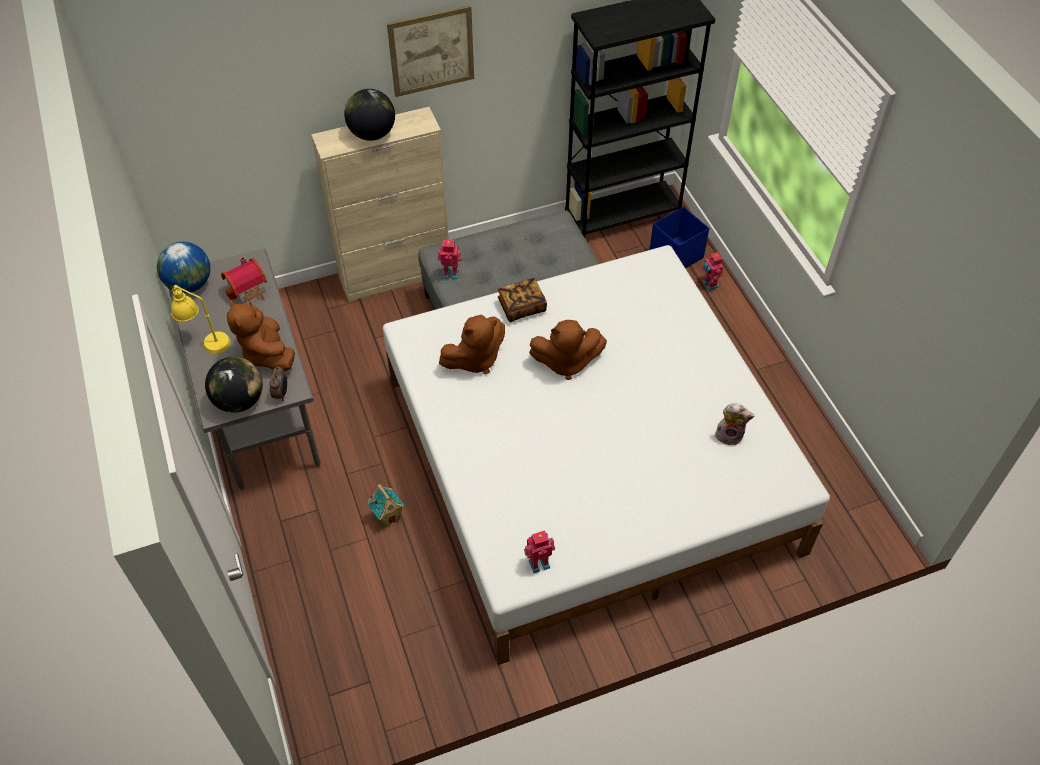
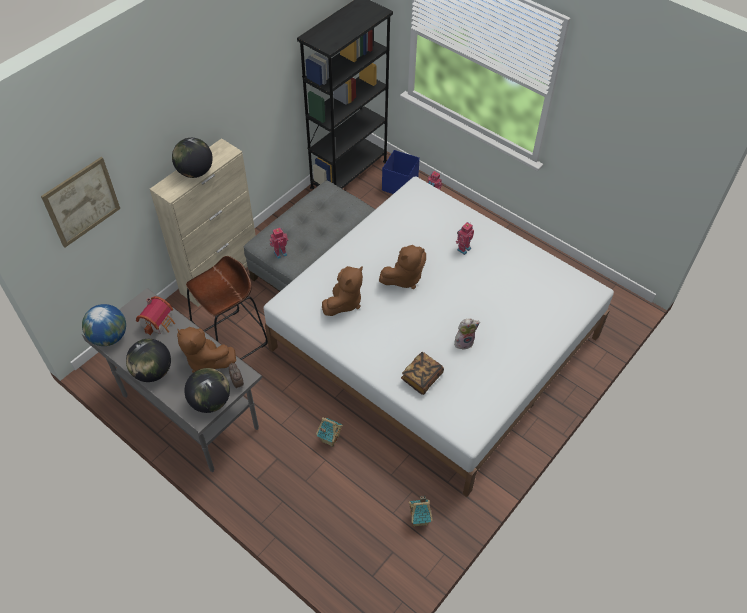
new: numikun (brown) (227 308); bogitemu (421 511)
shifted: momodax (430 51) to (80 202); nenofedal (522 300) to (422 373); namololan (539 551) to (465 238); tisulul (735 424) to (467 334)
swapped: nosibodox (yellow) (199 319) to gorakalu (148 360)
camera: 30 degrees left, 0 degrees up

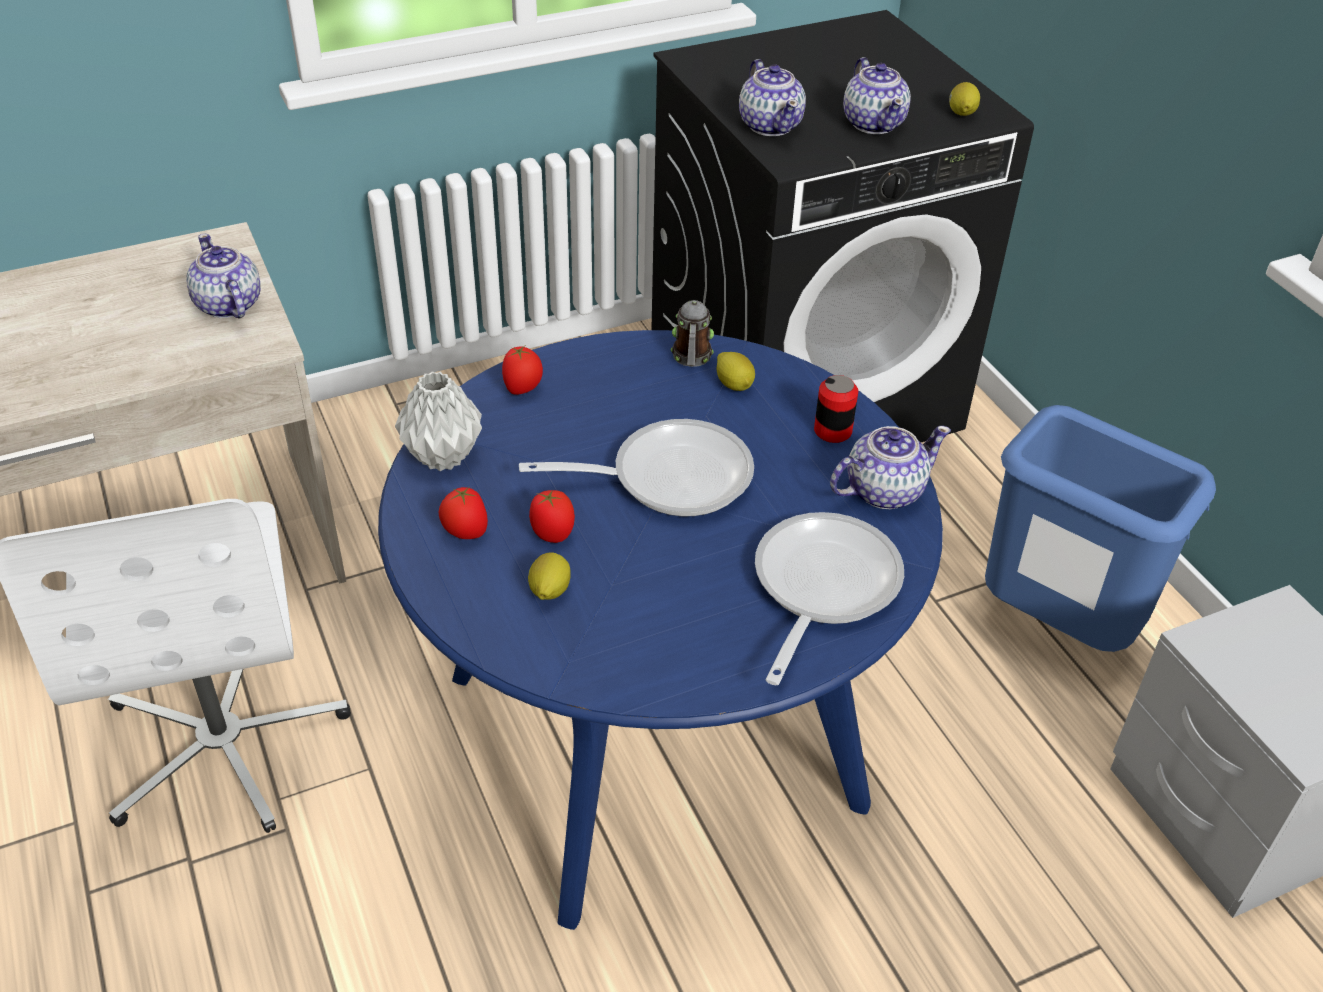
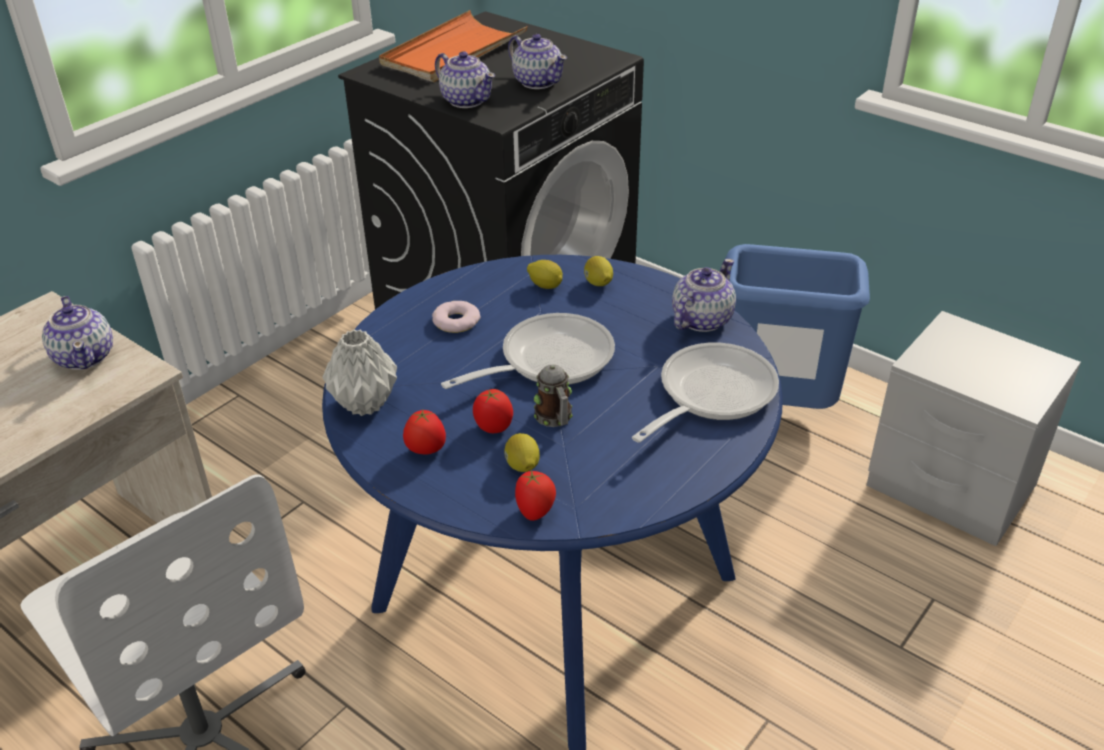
gone: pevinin (836 409)
new: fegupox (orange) (453 46); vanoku (456 317)
shifted: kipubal (522 370) to (535 495); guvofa (692 333) to (553 395); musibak (964 99) to (598 271)
rotated: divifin (223 276) = (77 333) 150 degrees counterclockwise; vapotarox (829 598) = (705 393) 45 degrees clockwise
camera: 25 degrees left, 5 degrees down

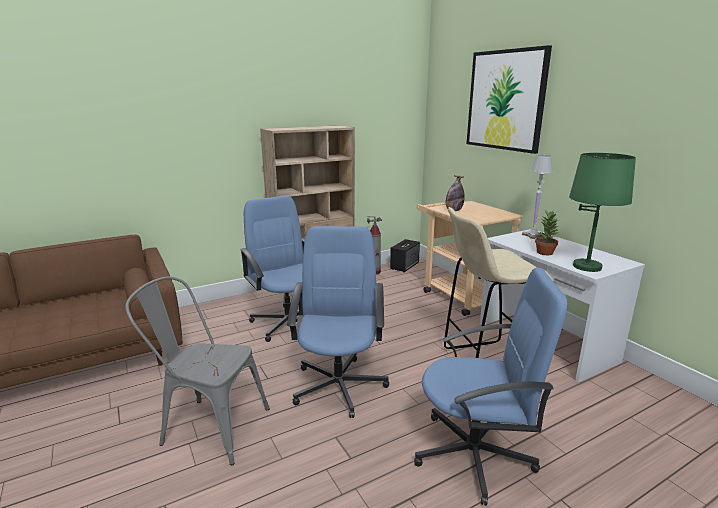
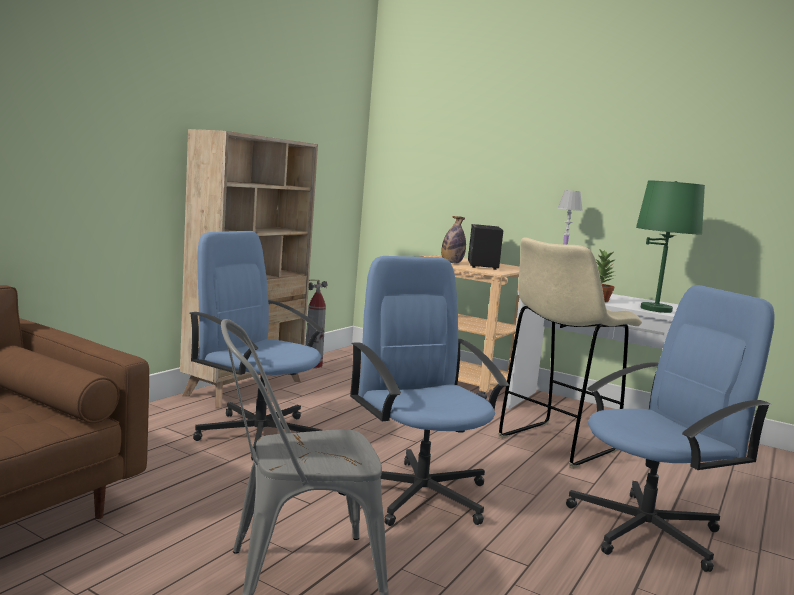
gone: momodax (509 99)
shifted: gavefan (405 255) to (485 247)
camera: 30 degrees left, 10 degrees down

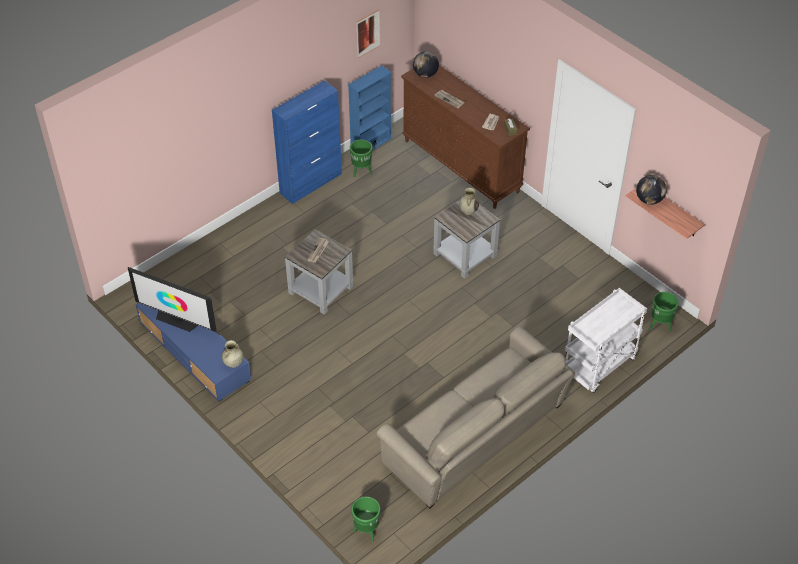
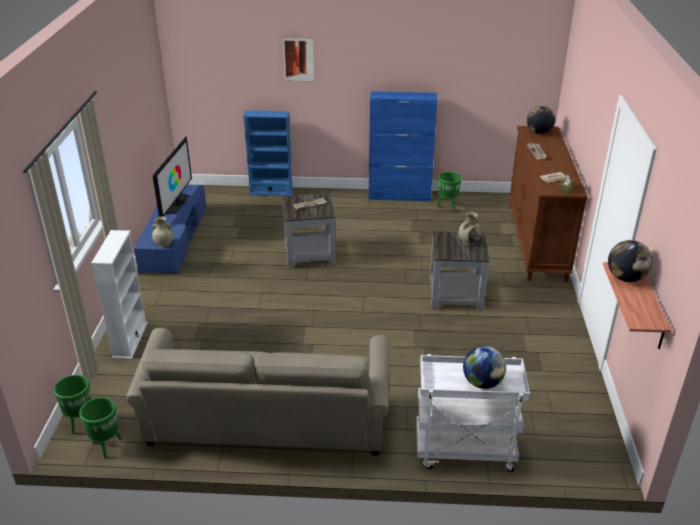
new: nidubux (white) (119 294); gorakalu (484 367)
shifted: nidubux (blue) (370 107) to (268 153); momodax (368 33) to (298 59); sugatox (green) (664 311) to (100 428)
rotated: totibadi (172 299) = (172 176) 150 degrees counterclockwise
camera: 45 degrees right, 15 degrees down

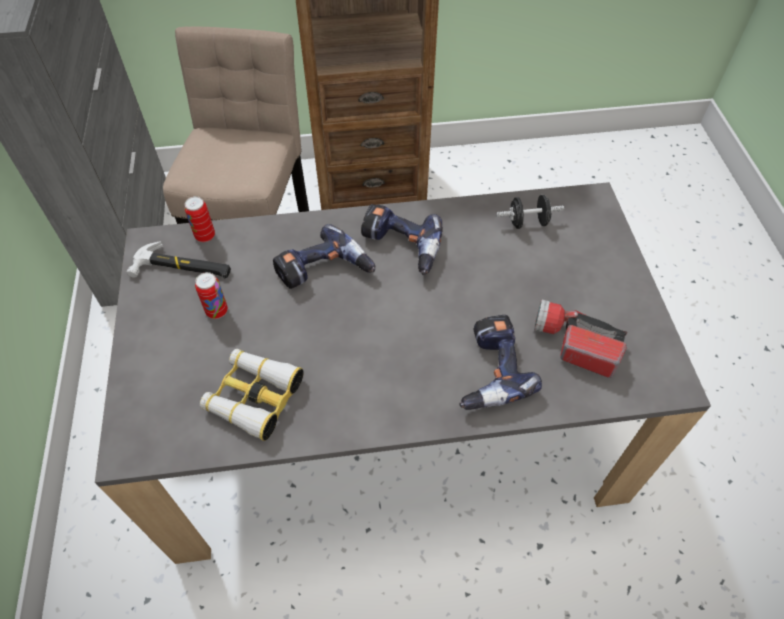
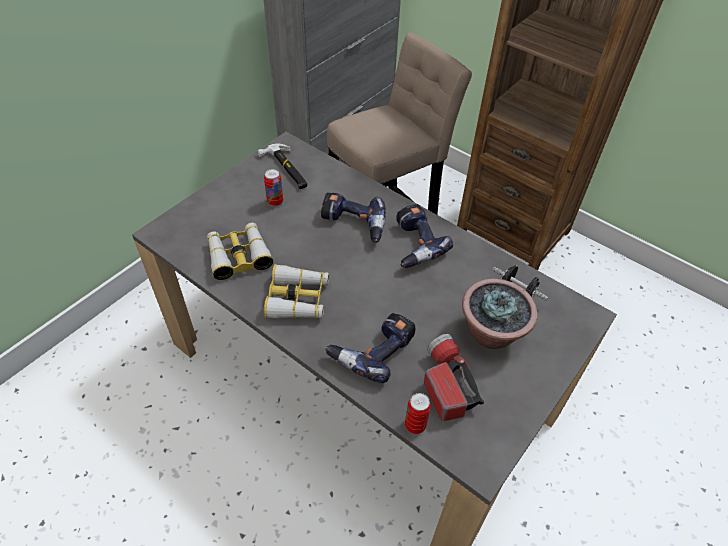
new: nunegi (296 291); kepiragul (499 313)
shifted: pevinin (200 219) to (418 413)
camera: 45 degrees right, 5 degrees down

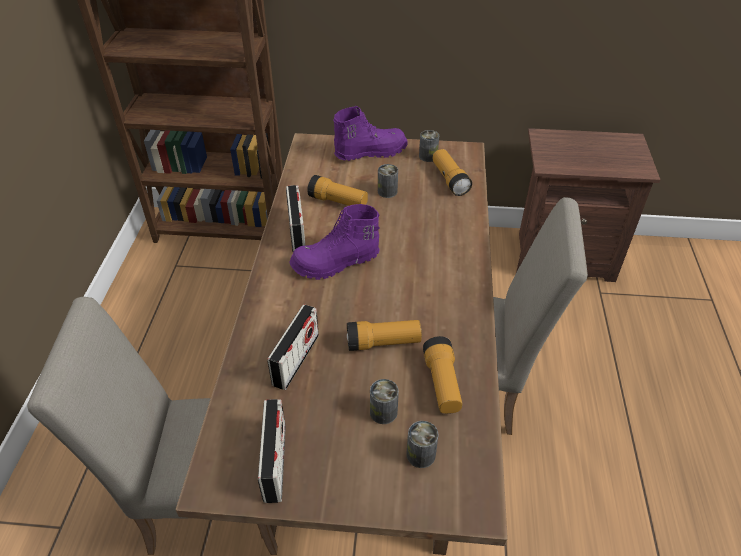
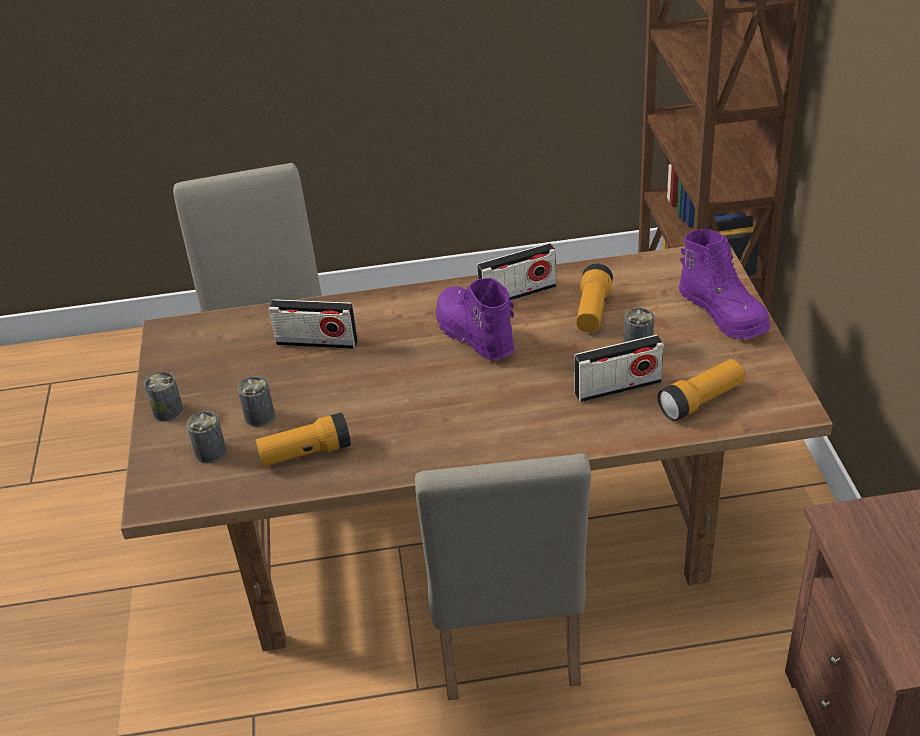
gone: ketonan (384 335)
shifted: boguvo (272 451) to (619 368); pevinin (429 146) to (163 397)
camera: 80 degrees right, 5 degrees down

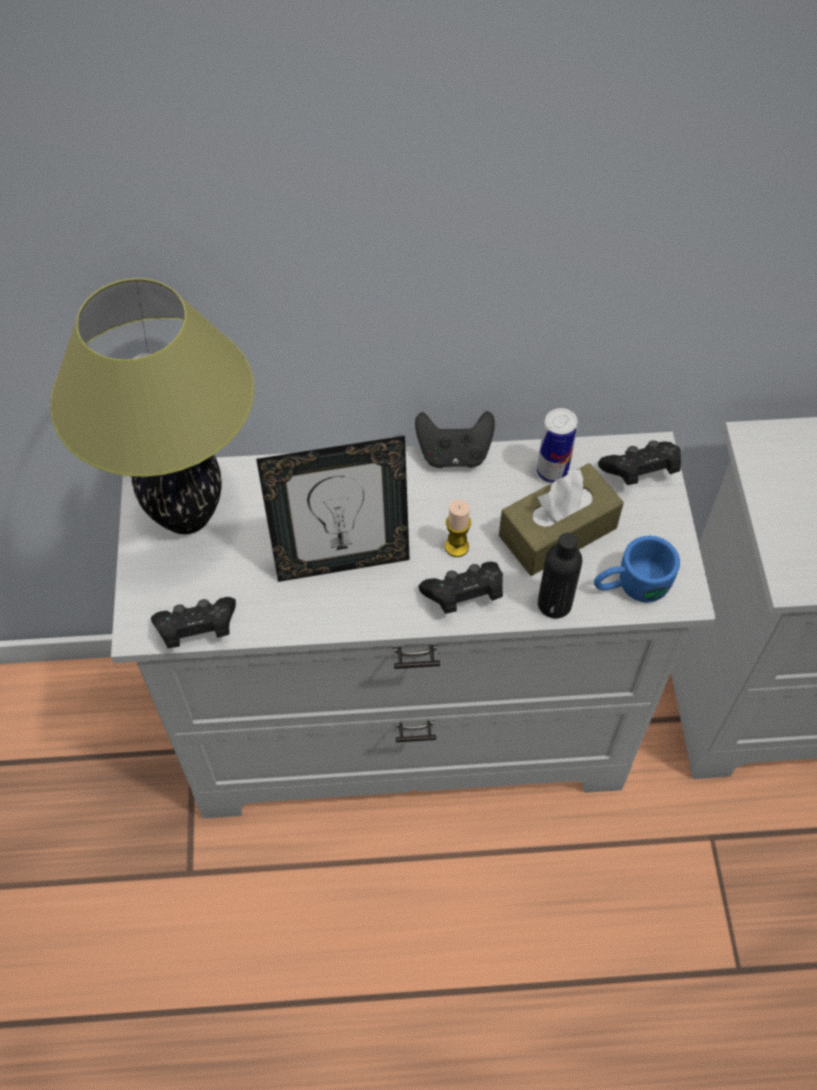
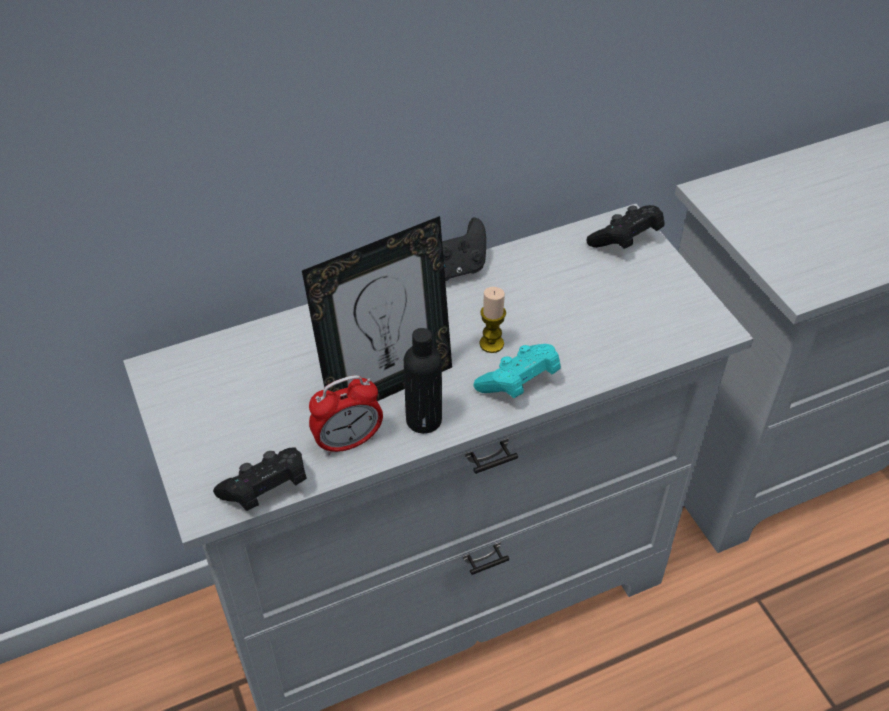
gone: nosibodox (152 406); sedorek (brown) (561 519); pevinin (557 445); guvofa (blue) (637 569)
new: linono (346 415)
shifted: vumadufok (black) (560 575) to (423 381)
repainted: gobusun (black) (460 587) to gobusun (turquoise) (517 371)
camera: 20 degrees left, 10 degrees down

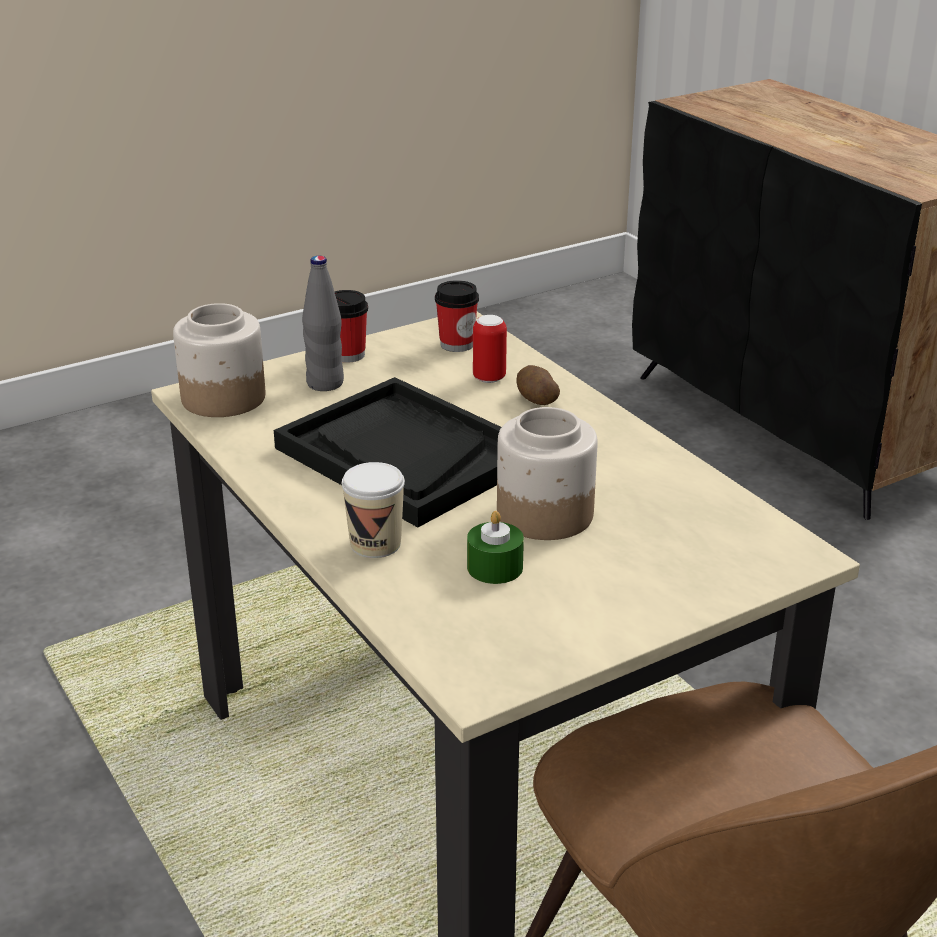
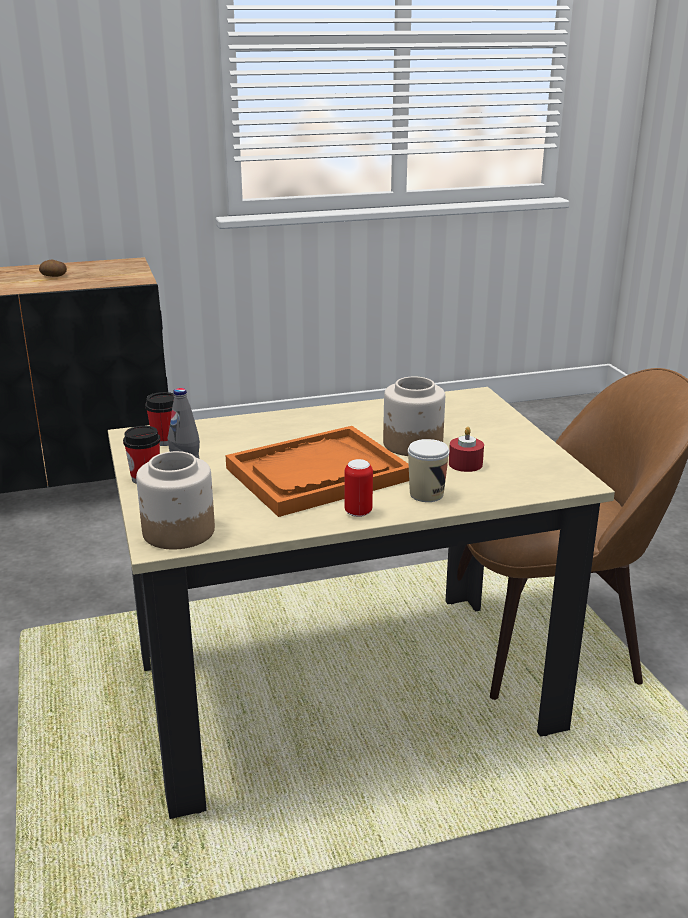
shifted: pevinin (490 349) to (359 488); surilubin (538 385) to (53 268)
repainted: fegupox (black) (387 452) to fegupox (orange) (317 471); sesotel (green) (495 547) to sesotel (red) (466 449)
camera: 75 degrees left, 5 degrees down

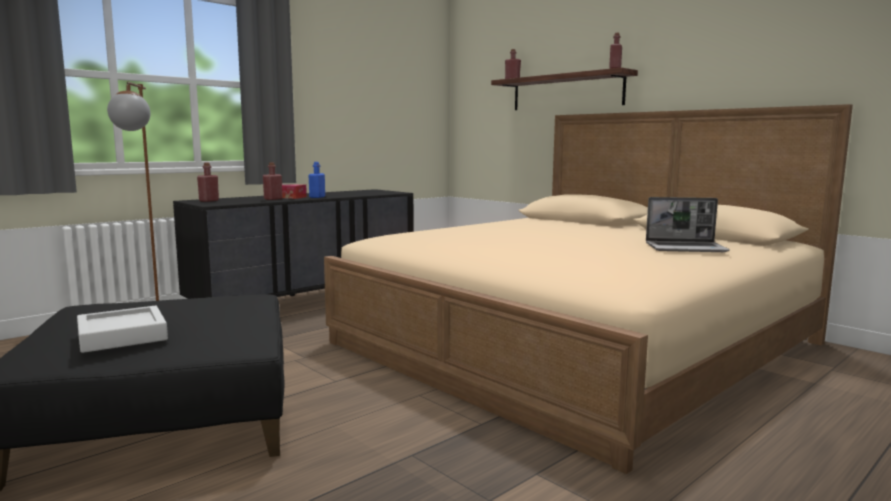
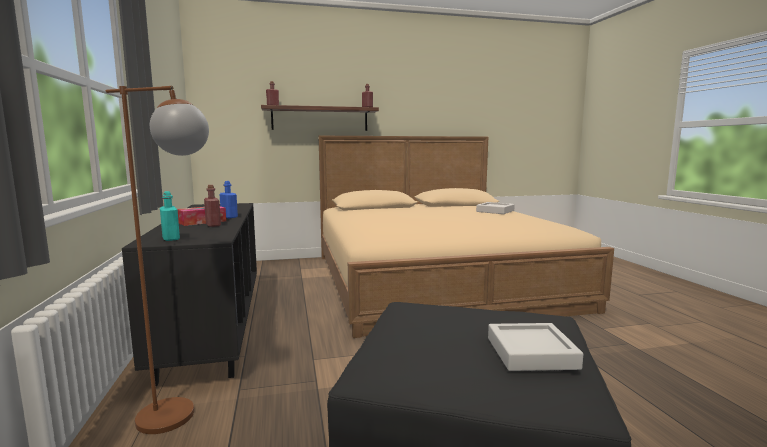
swapped: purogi (688 224) to fegupox (grey) (495 208)
repainted: vumadufok (red) (208 182) to vumadufok (turquoise) (170 216)
camera: 60 degrees left, 0 degrees up

